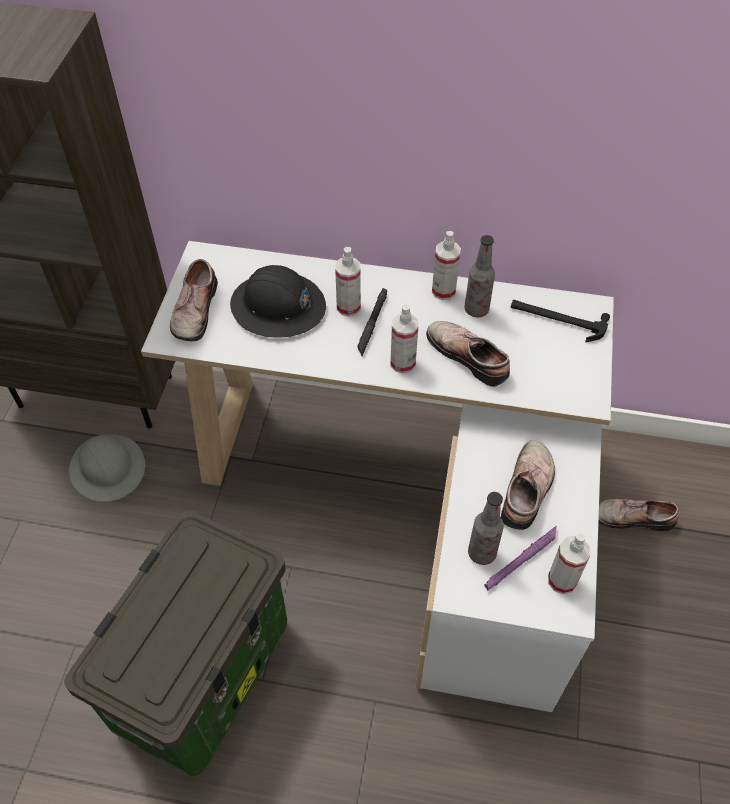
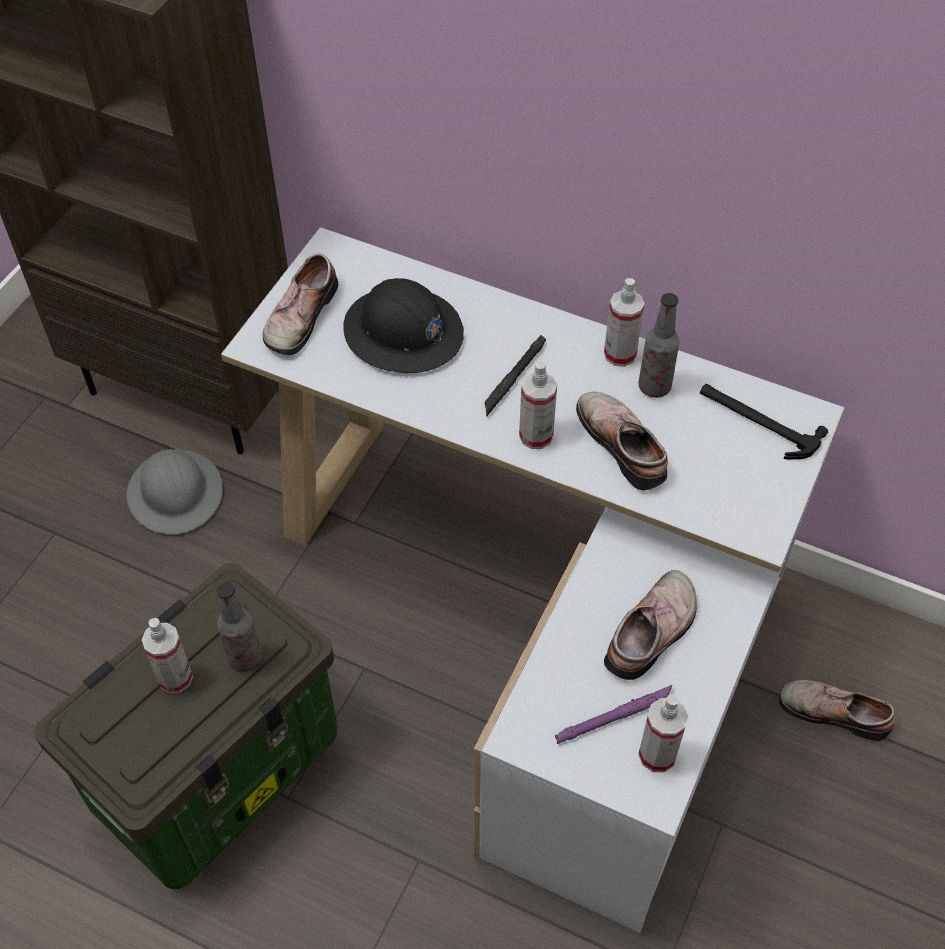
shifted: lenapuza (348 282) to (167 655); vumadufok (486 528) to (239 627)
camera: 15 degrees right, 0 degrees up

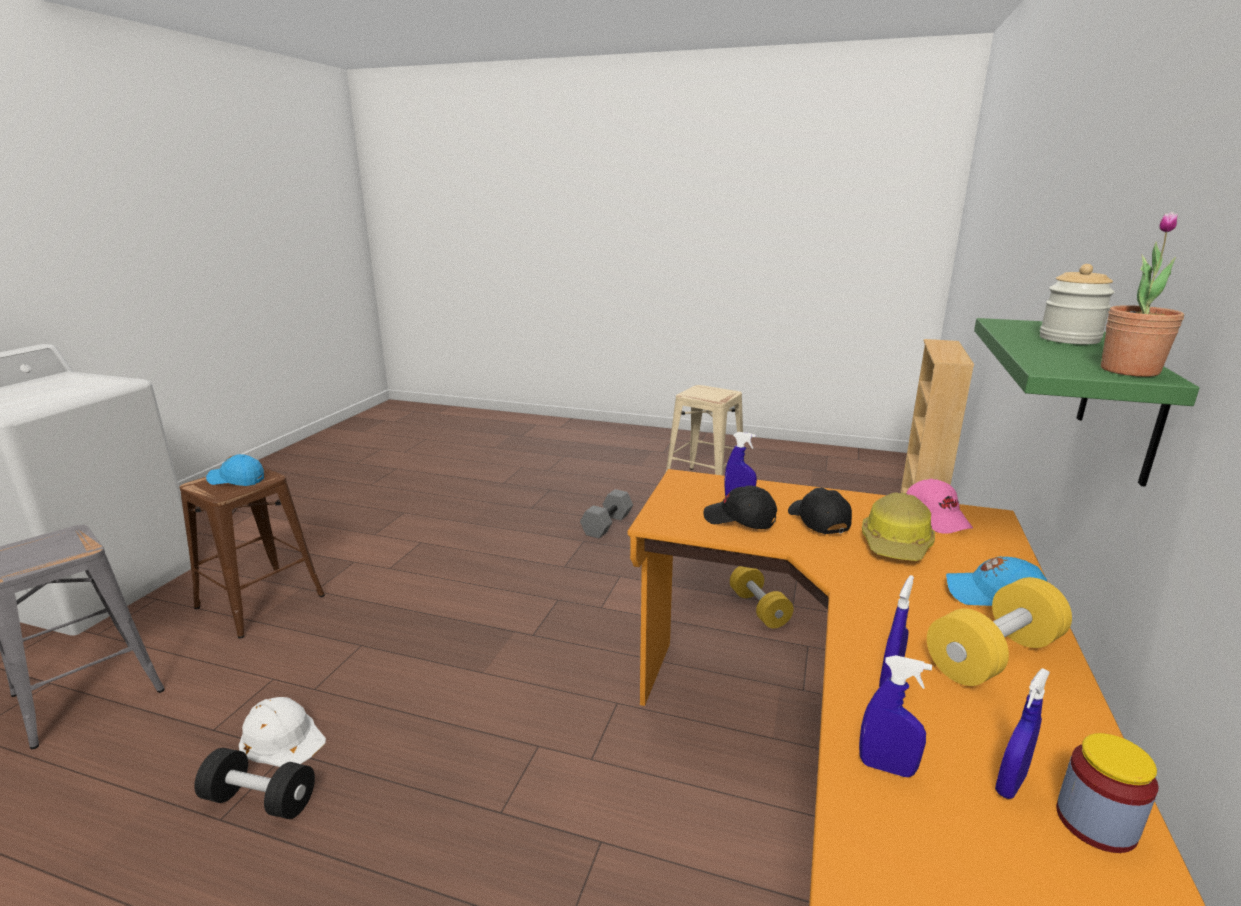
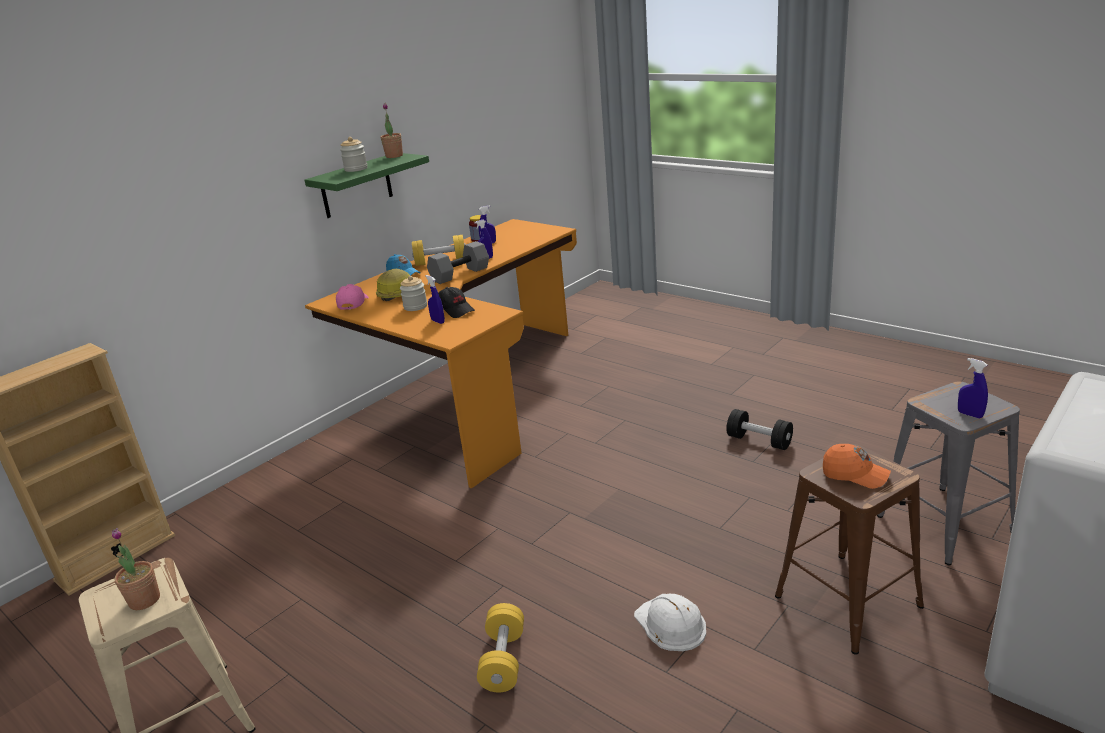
new: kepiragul (136 569)
shifted: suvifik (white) (282 732) to (670 622); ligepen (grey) (606 514) to (458 262); ligepen (yellow) (761 597) to (500 647); lenapuza (blue) (895 716) to (973 388)
swapped: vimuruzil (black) (820 511) to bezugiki (413 293)
repainted: vimuruzil (blue) (235 470) to vimuruzil (orange) (857 466)
camera: 155 degrees left, 5 degrees up

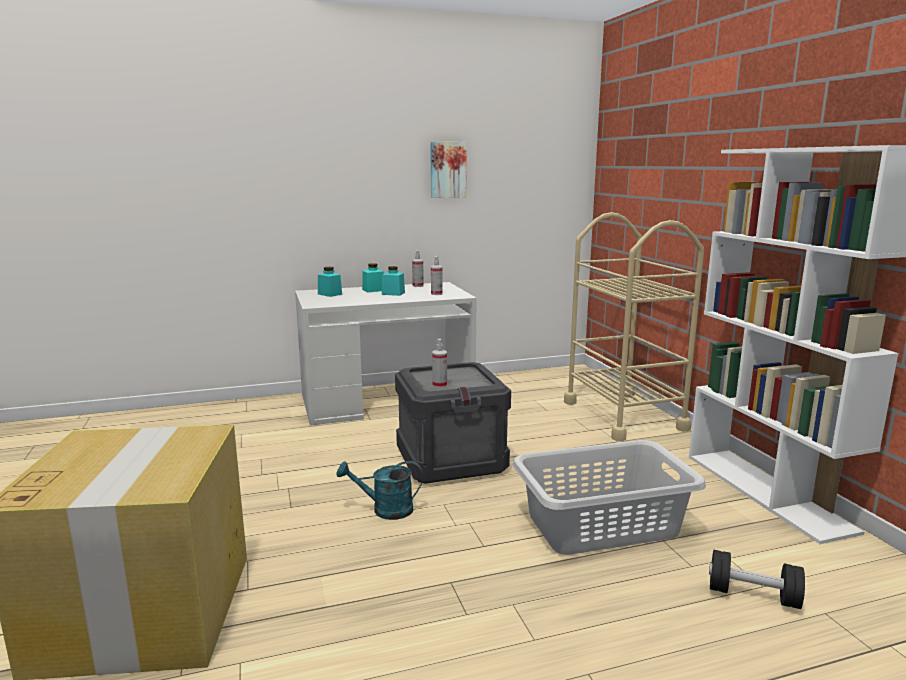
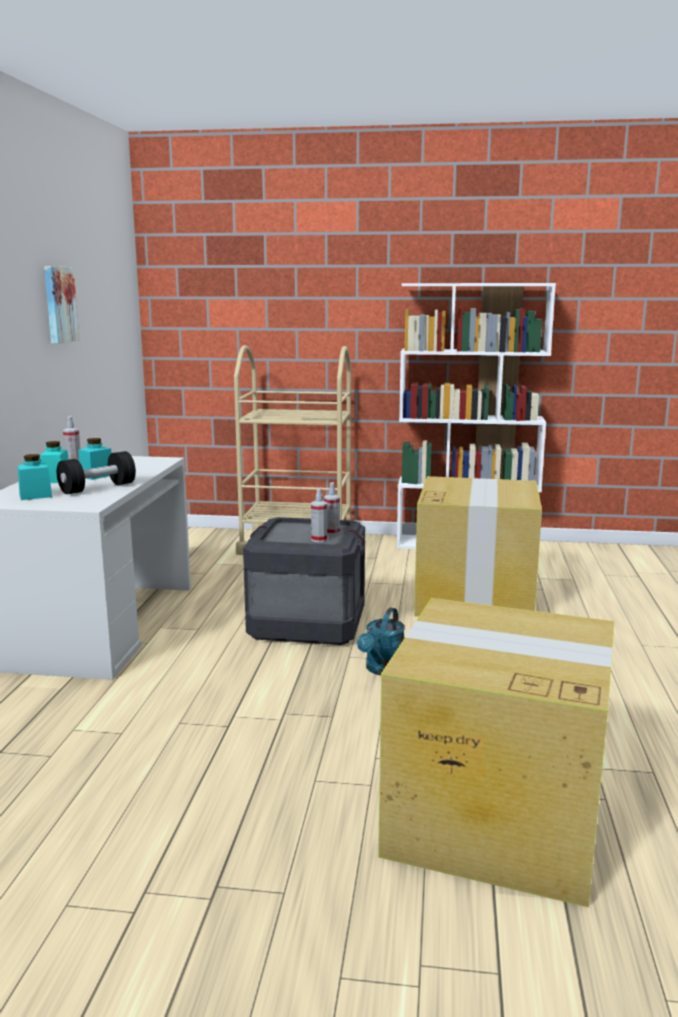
shifted: lenapuza (437 275) to (332 508); ligepen (black) (757 579) to (96 472)
swapped: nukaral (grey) (609 497) to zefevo (478 546)
camera: 65 degrees left, 0 degrees up

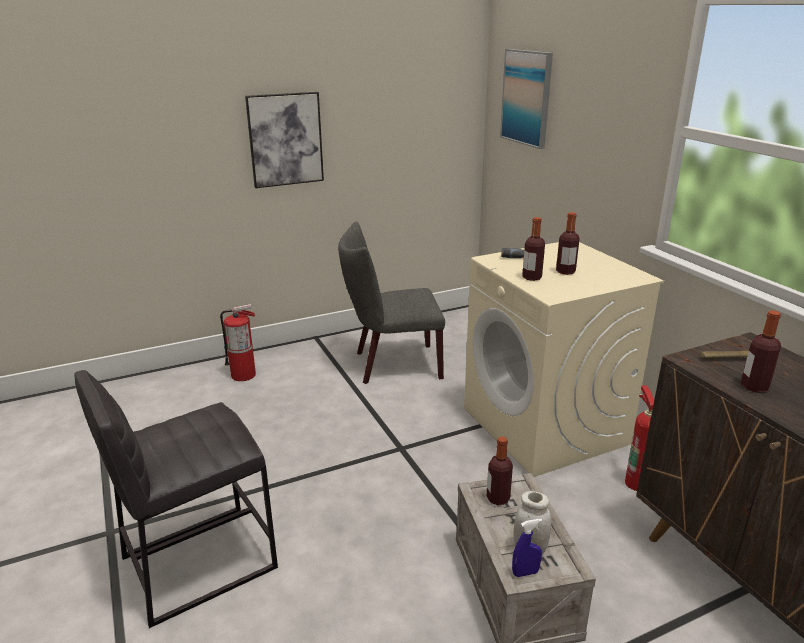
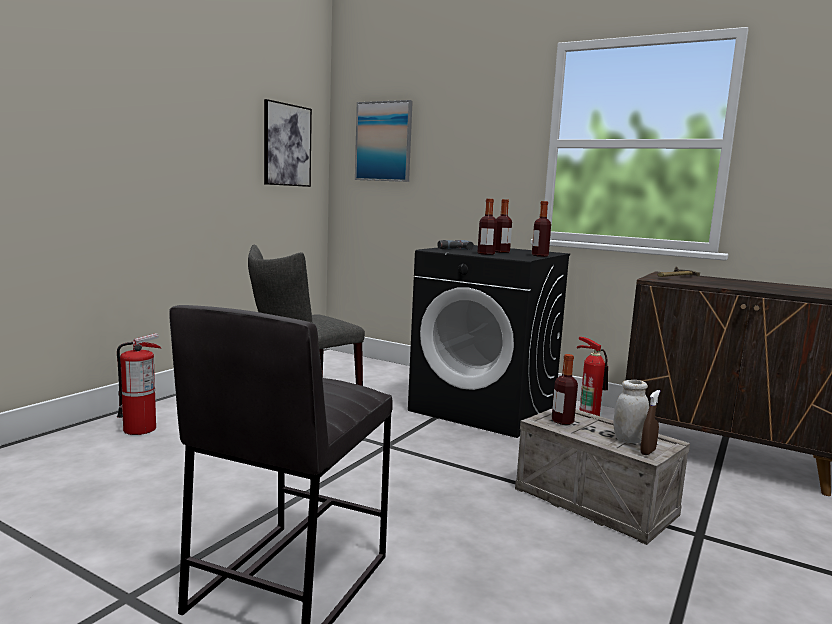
shifted: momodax (284 140) to (288 143); vumadufok (761 351) to (541 229)
repainted: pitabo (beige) (564 359) to pitabo (black) (489 341); lenapuza (blue) (527 548) to lenapuza (brown) (650 422)
camera: 35 degrees left, 15 degrees down

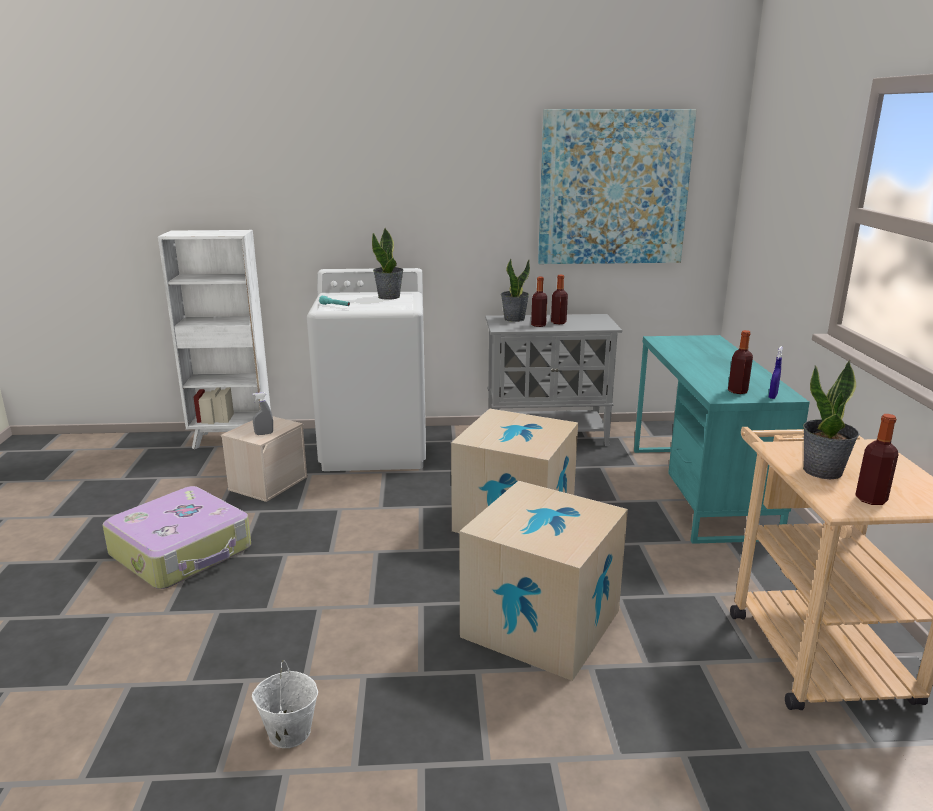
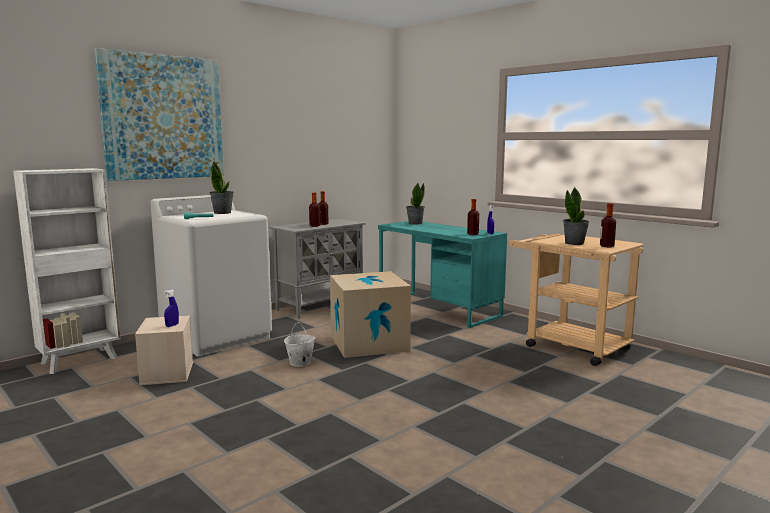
gone: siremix (177 537); zefevo (543 581)
shifted: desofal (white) (285 704) to (299 344); kepiragul (515 290) to (415 204); momodax (617 186) to (159 114)
repainted: lenapuza (grey) (262 413) to lenapuza (blue) (171 308)
camera: 40 degrees left, 10 degrees down

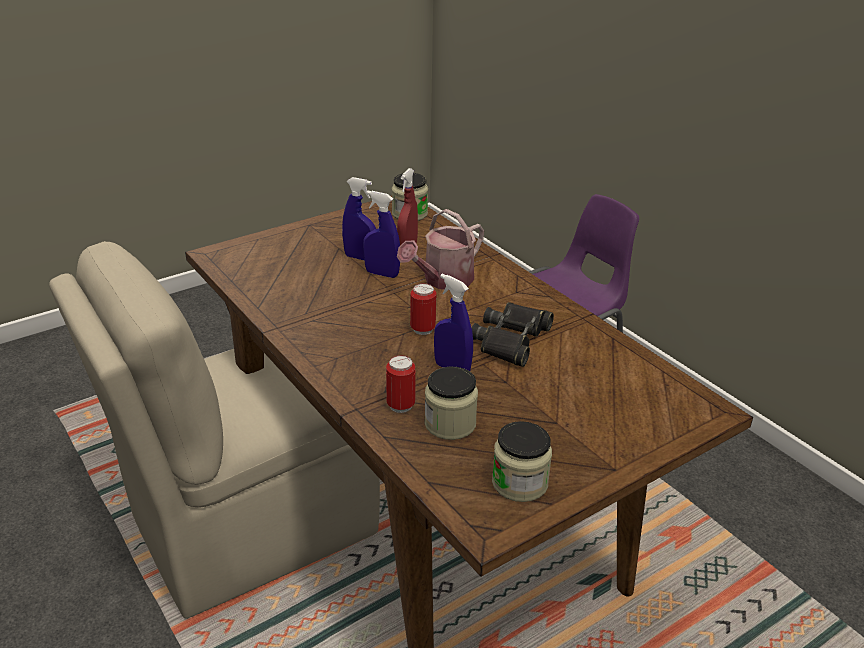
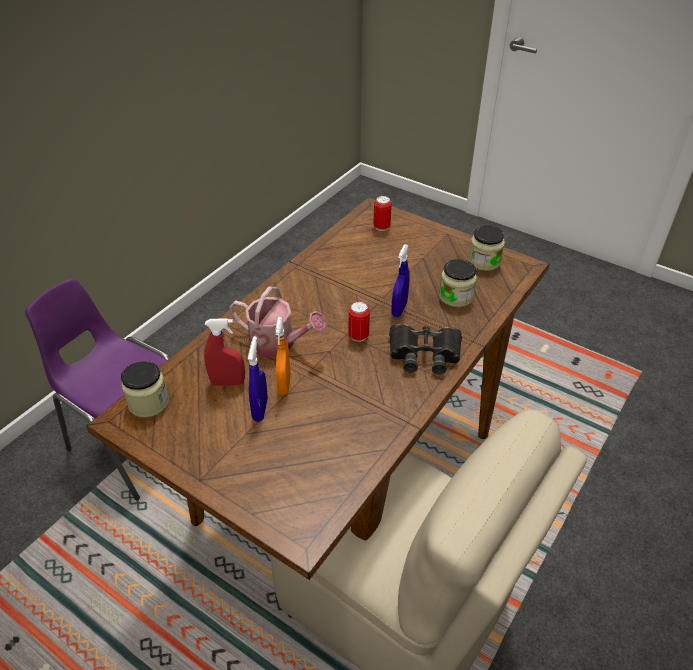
shifted: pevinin (401 384) to (382 213); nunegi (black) (513 334) to (425 349)
repainted: lenapuza (blue) (381 234) to lenapuza (orange) (283 356)
camera: 110 degrees left, 10 degrees up

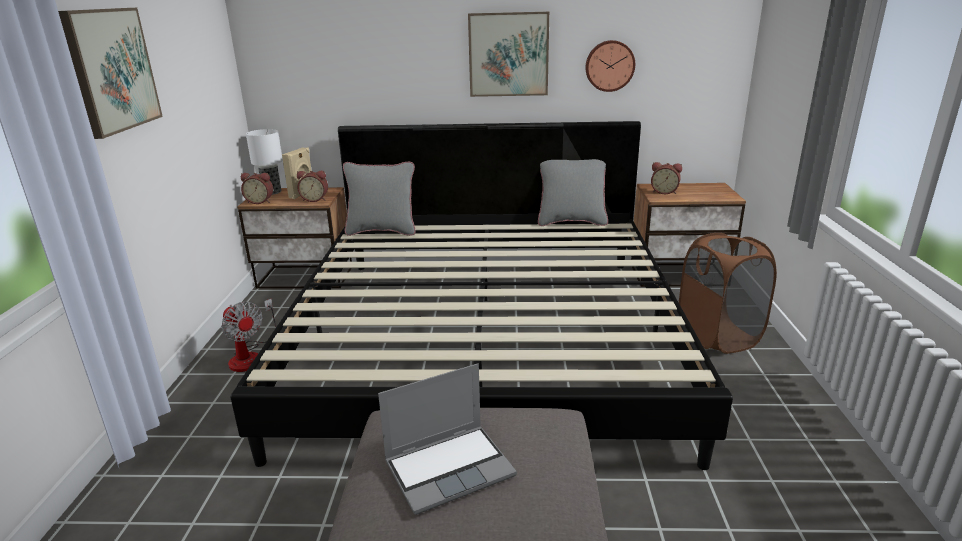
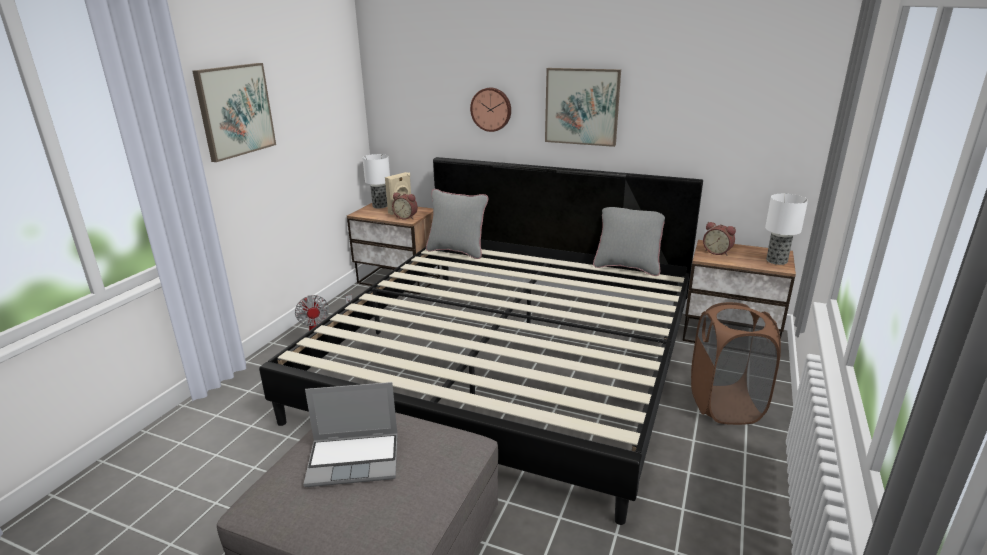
gone: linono (257 188)
new: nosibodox (786 229)
shifted: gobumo (610 66) to (490 110)
camera: 20 degrees right, 0 degrees up

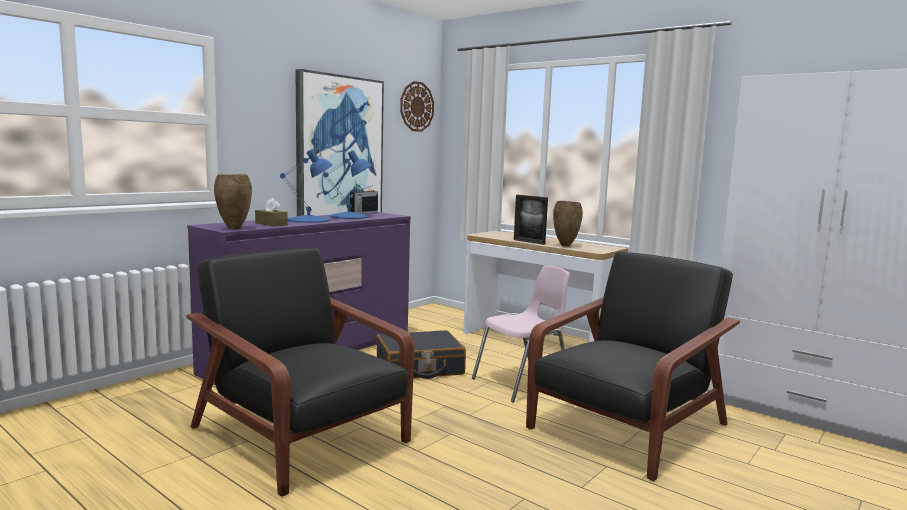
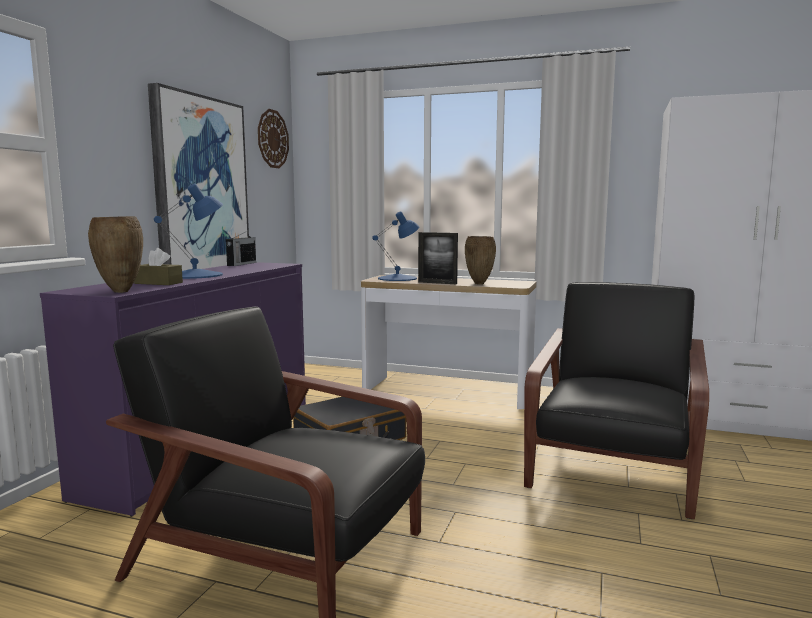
gone: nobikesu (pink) (521 334)
shifted: nosibodox (blue) (347 184) to (396 246)
camera: 20 degrees left, 0 degrees up

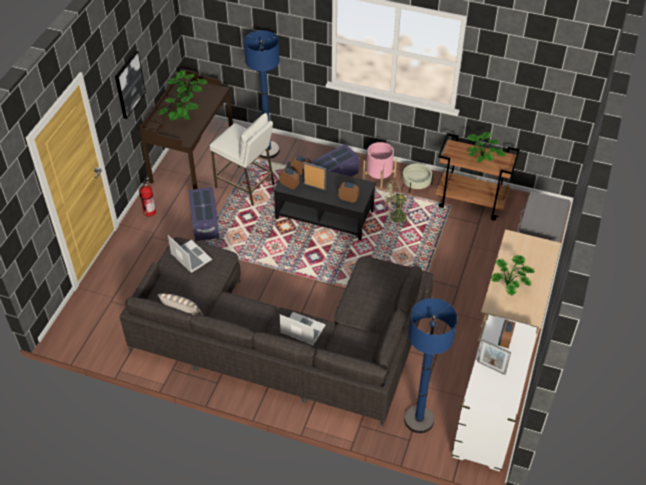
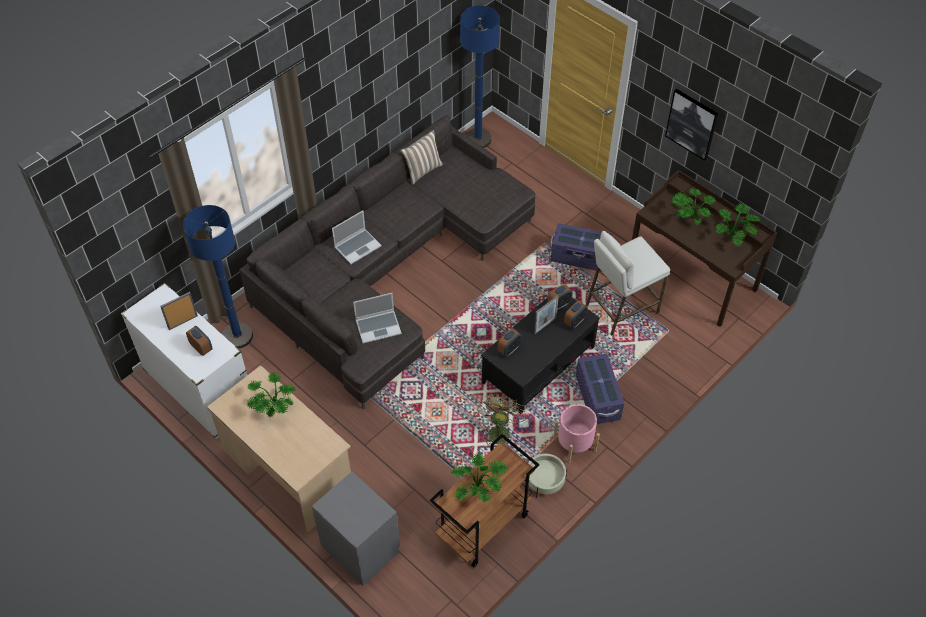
gone: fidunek (147 195)
shifted: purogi (190 254) to (377 318); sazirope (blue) (262 94) to (480 77)
camera: 115 degrees right, 5 degrees up

